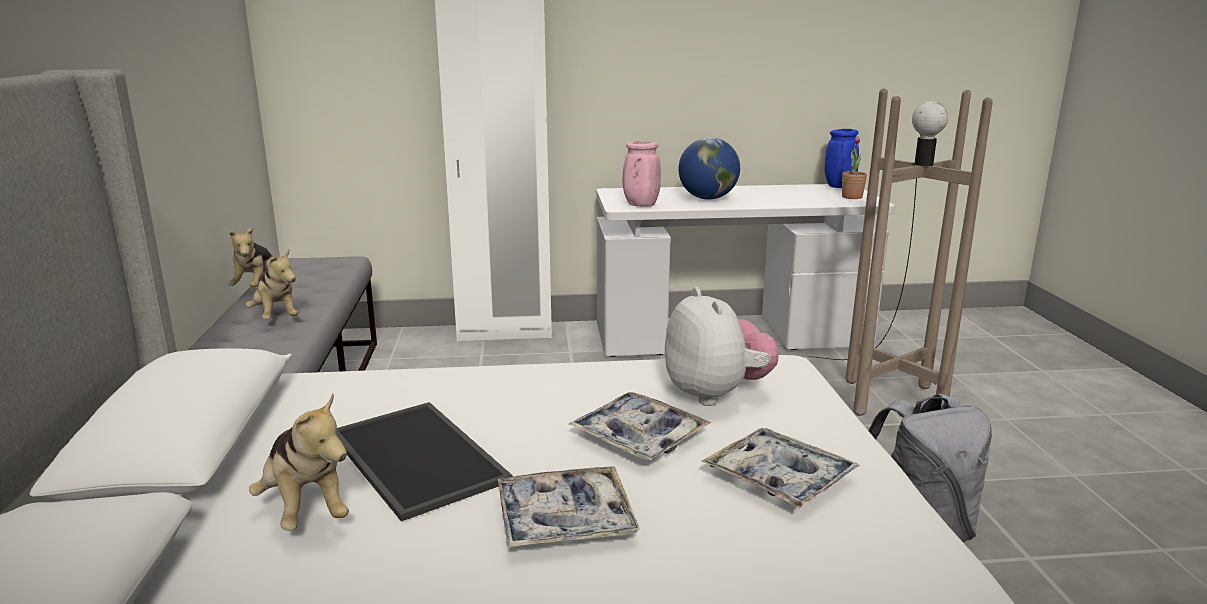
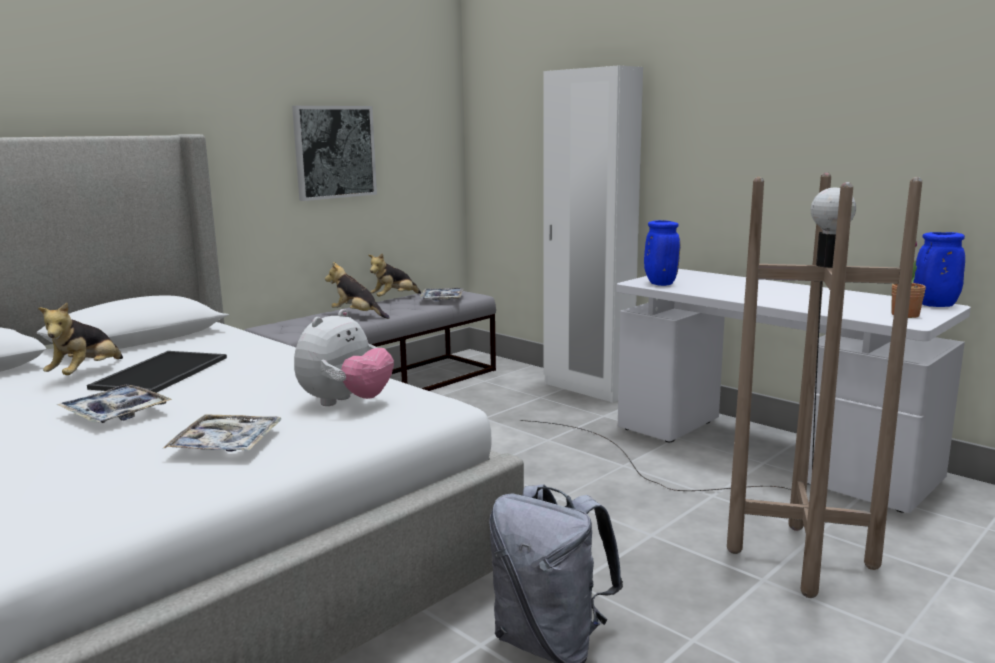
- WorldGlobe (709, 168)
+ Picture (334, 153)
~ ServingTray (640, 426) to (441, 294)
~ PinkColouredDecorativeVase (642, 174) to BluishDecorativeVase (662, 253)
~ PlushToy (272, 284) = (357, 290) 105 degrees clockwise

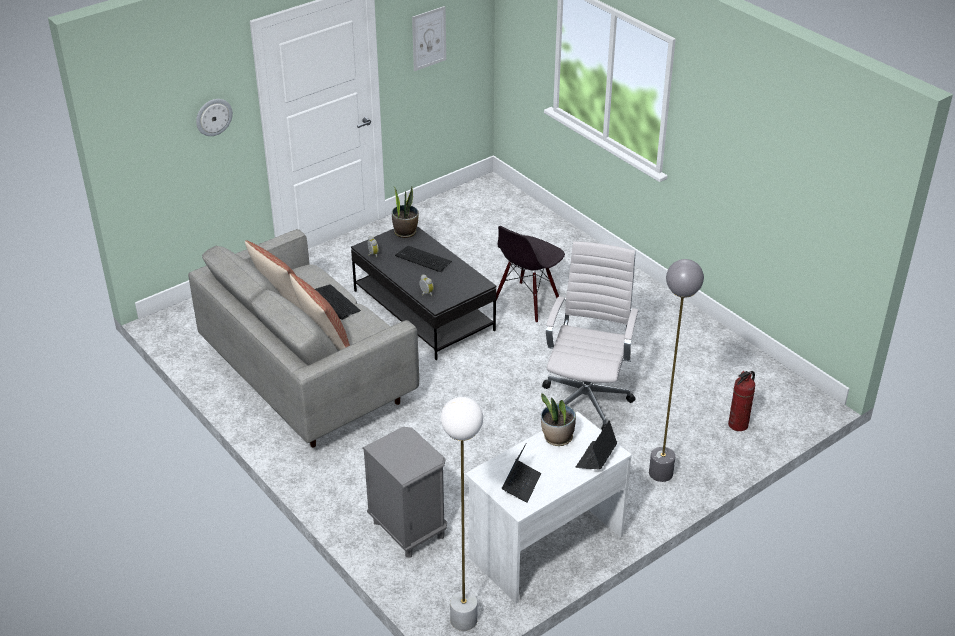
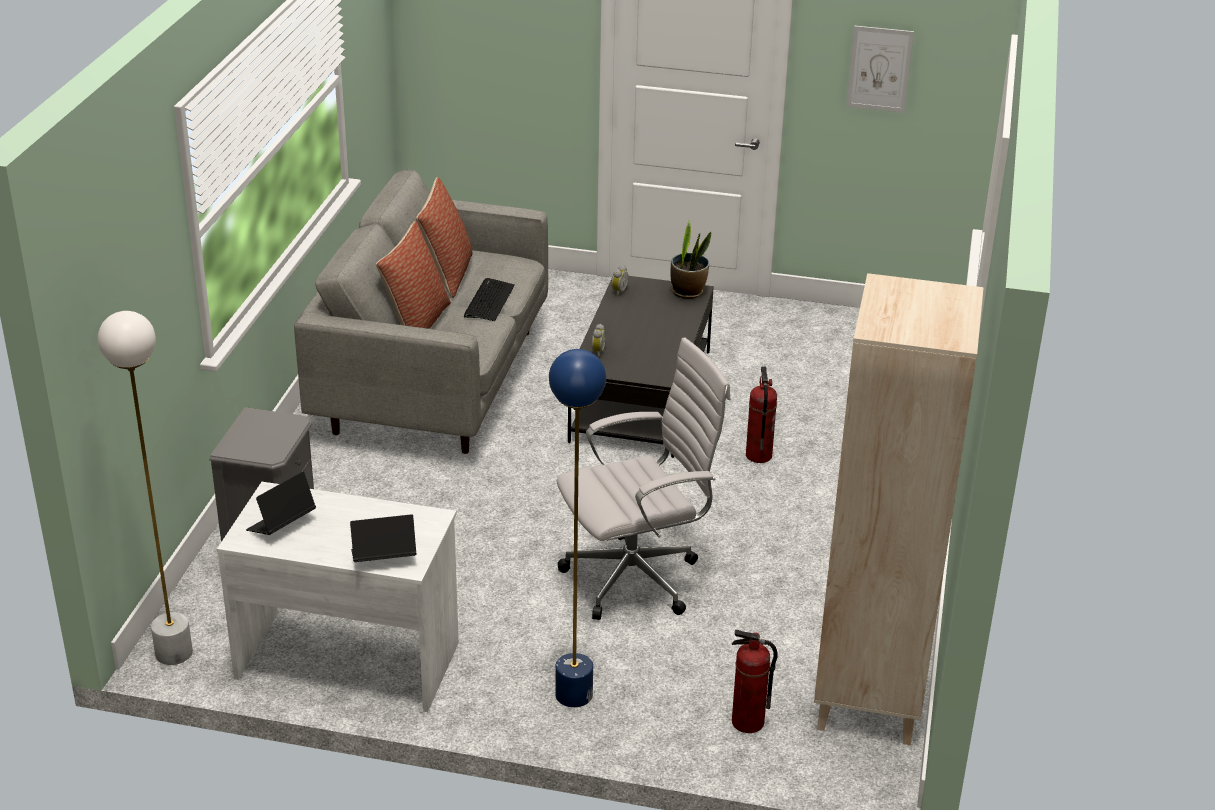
- HangingClock (214, 117)
- Keyboard (423, 259)
- Houseplant (558, 419)
+ SandColouredShelvingUnit (899, 509)
~ BlackishChair (530, 274) to FireFightingCylinder (761, 415)
~ GreyStandingLamp (676, 370) to BluishStandingLamp (577, 528)
~ PortableComputer (521, 473) = (281, 503) 150 degrees clockwise

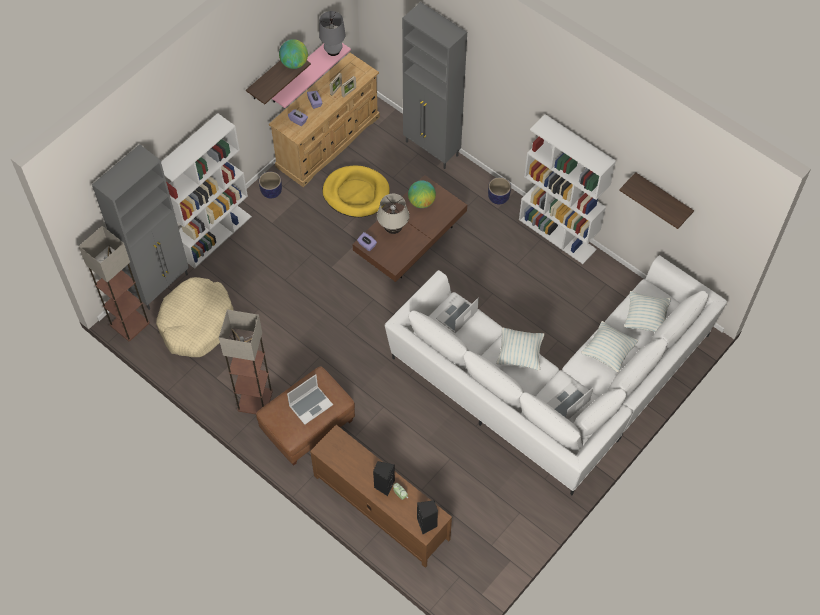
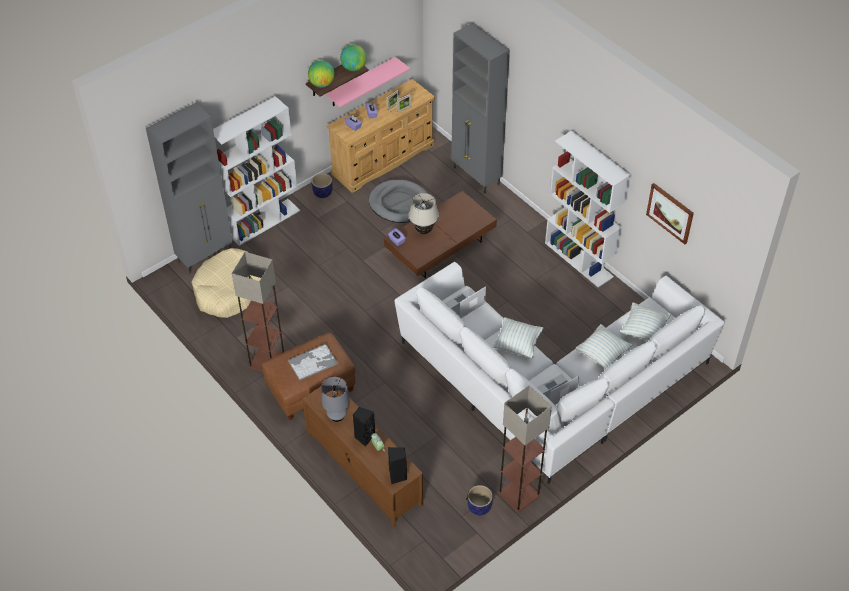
~ StandingLamp (114, 284) to (525, 449)
~ GreyTabletopLamp (332, 33) to (335, 399)
~ WorldGlobe (422, 194) to (321, 73)
~ PlantPot (499, 190) to (480, 500)
~ PortableComputer (310, 399) to ServingTray (313, 362)
~ BracketShelf (656, 200) to Picture (670, 213)
~ YellowishDogCushion (356, 191) to GreyDogCushion (398, 201)

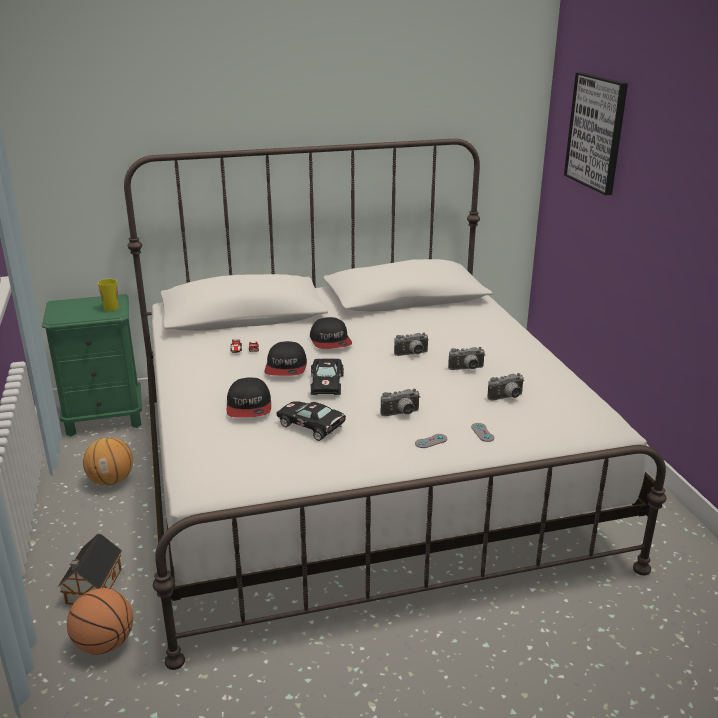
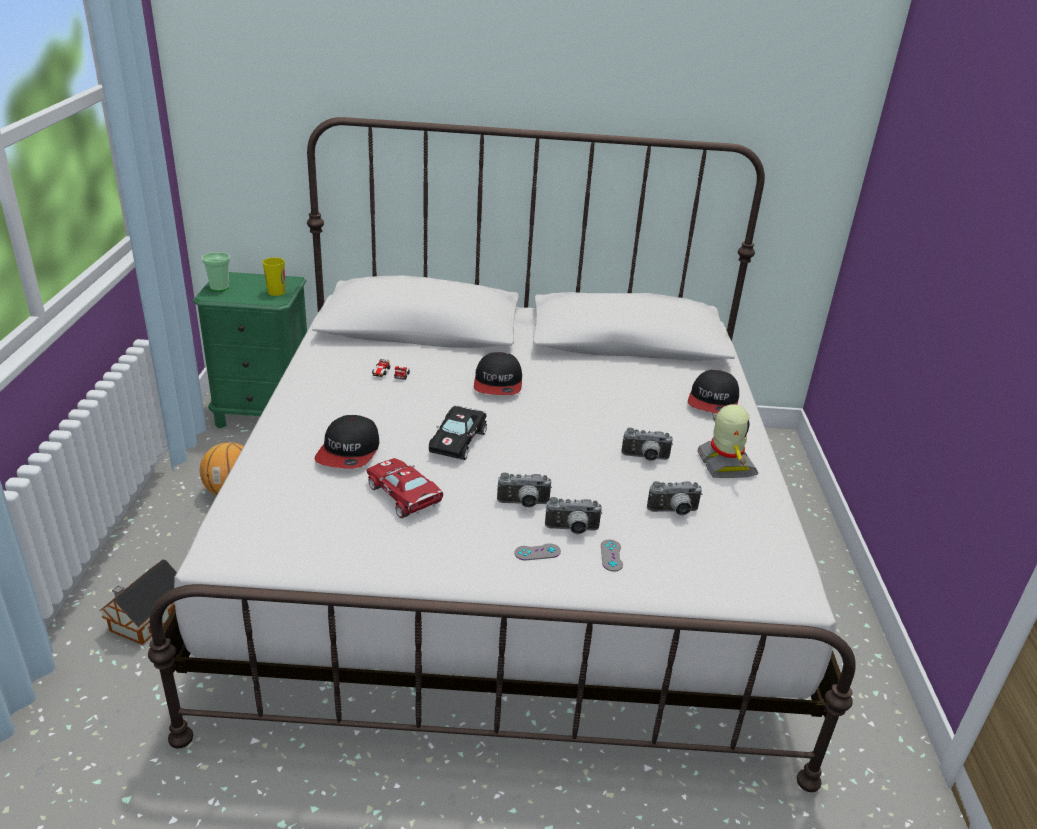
- Basketball (100, 621)
- Picture (596, 133)
+ Cup (216, 271)
+ RobotFigure (727, 441)
~ BaseballCap (285, 358) to (713, 391)
~ PhotoCamera (411, 344) to (573, 515)
~ BlackishToyCar (311, 421) to ReddishToyCar (405, 488)

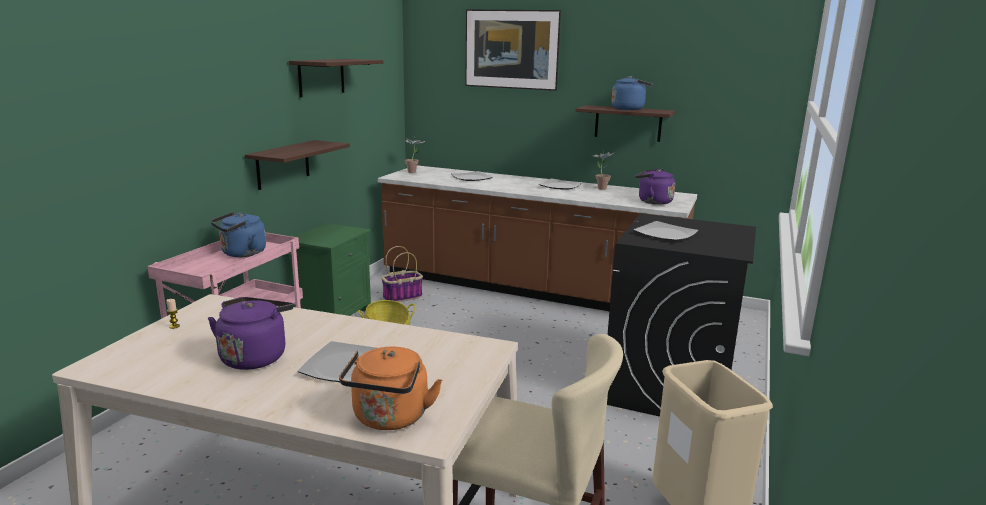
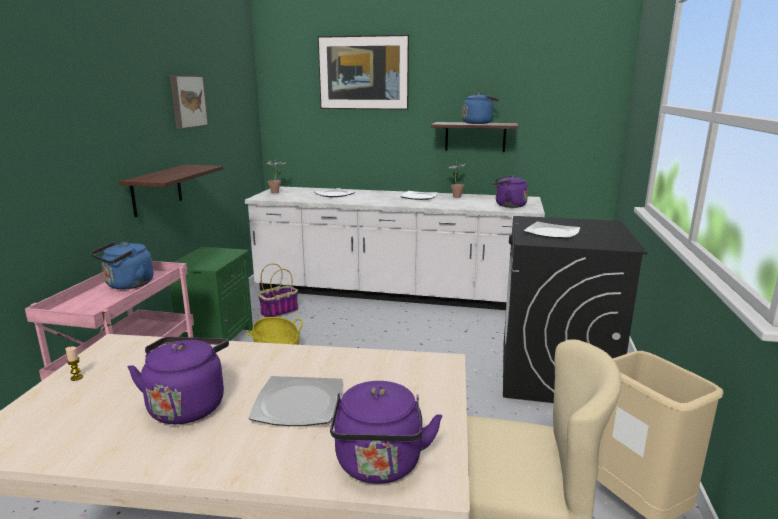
~ BracketShelf (336, 78) to Picture (189, 102)
~ OrangeColouredTeaKettle (390, 388) to PurplishTeaKettle (386, 432)
~ BrownColouredKitchenBaseUnit (537, 238) to WhitishKitchenBaseUnit (395, 248)

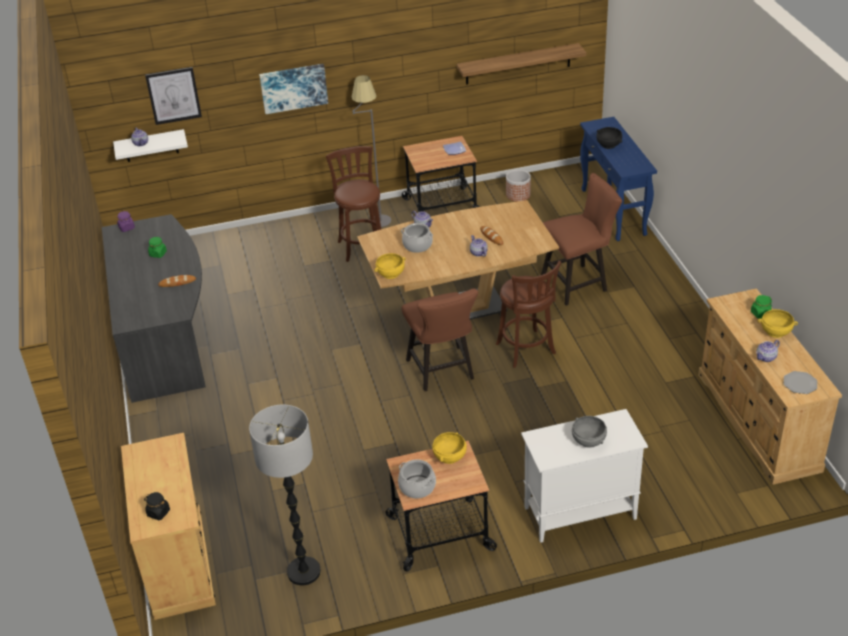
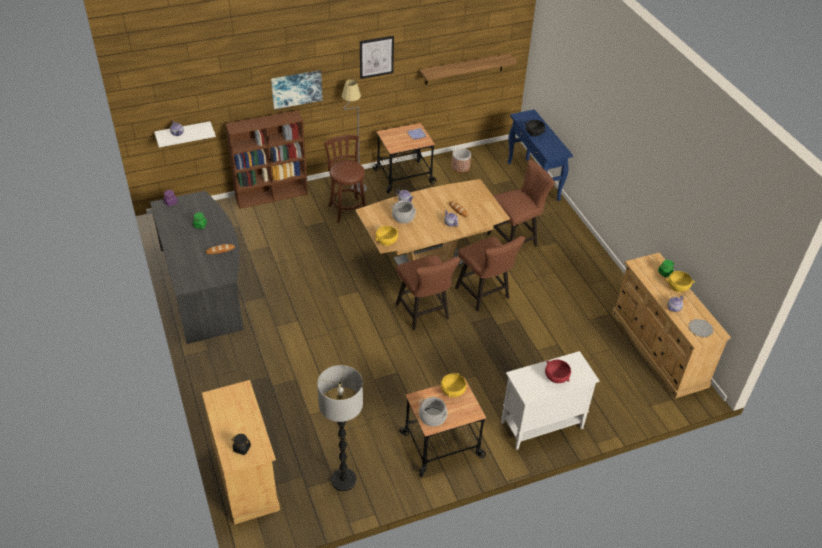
+ BrownColouredShelvingUnit (266, 159)
~ Picture (173, 96) to (377, 57)
~ BrownColouredStoolSeat (528, 314) to BrownColouredChair (490, 273)
~ GreyServingBowl (589, 432) to ReddishServingBowl (558, 371)

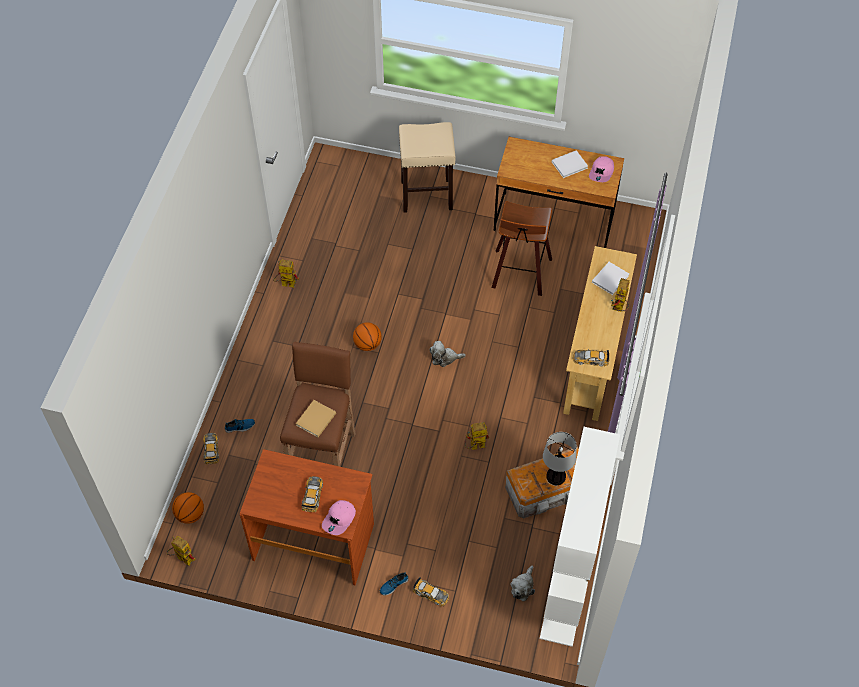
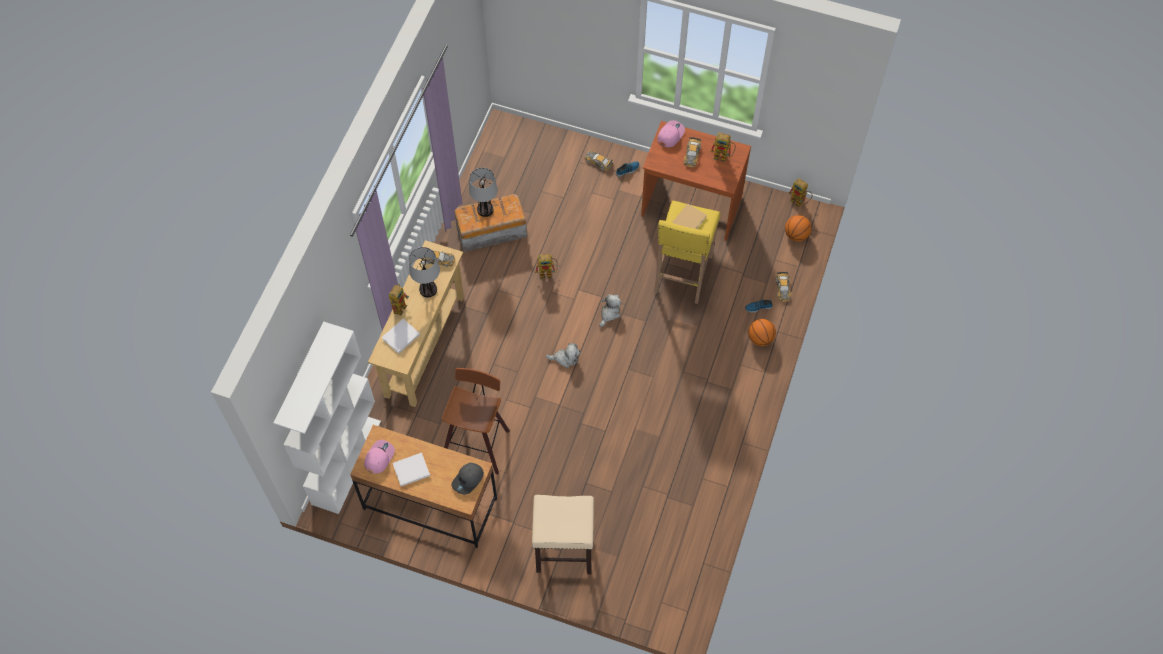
+ TabletopLamp (424, 272)
+ GreyBaseballCap (467, 479)
~ RobotFigure (286, 274) to (723, 147)
~ Basketball (367, 336) to (762, 332)
~ PlushToy (522, 584) to (610, 310)
~ WhitishShelvingUnit (580, 537) to (327, 418)
~ BrownColouredStoolSeat (317, 404) to YellowishStoolSeat (687, 252)

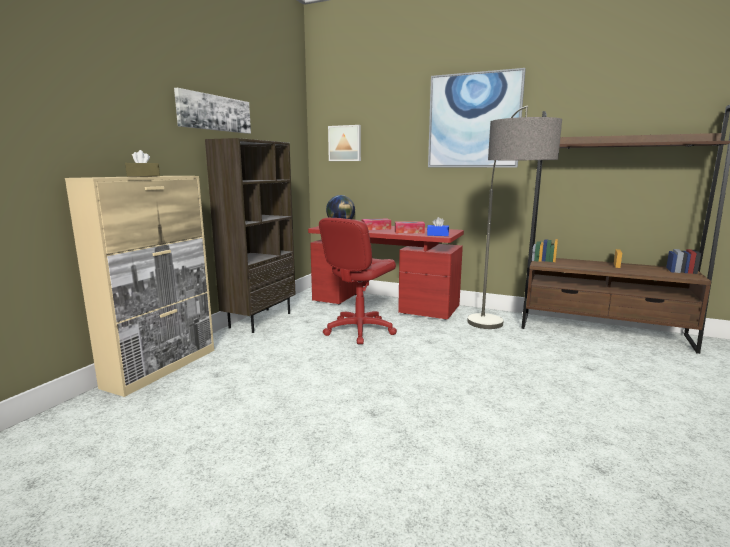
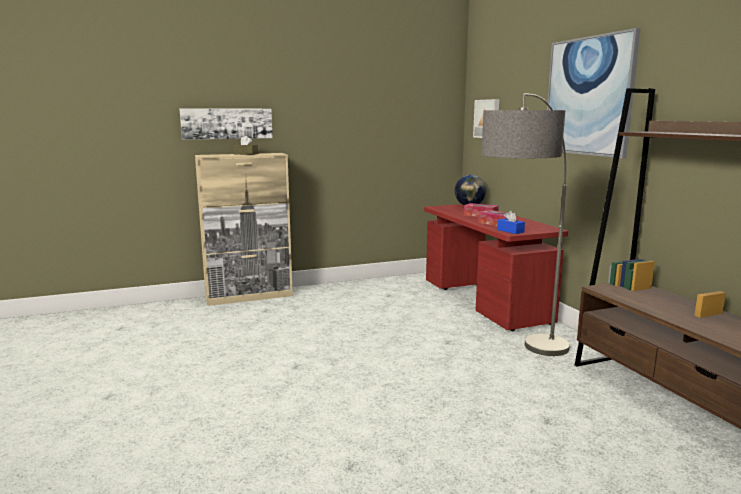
- BrownColouredShelvingUnit (250, 235)
- ReddishComputerChair (358, 281)
~ Picture (212, 111) to (226, 124)

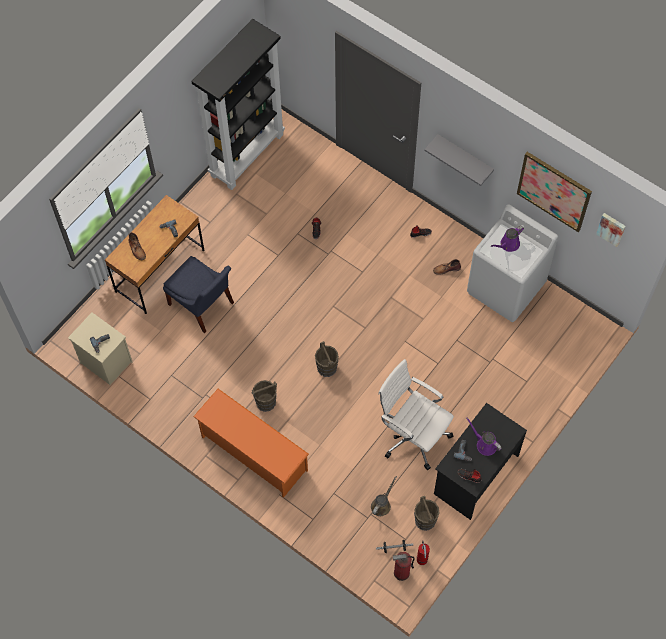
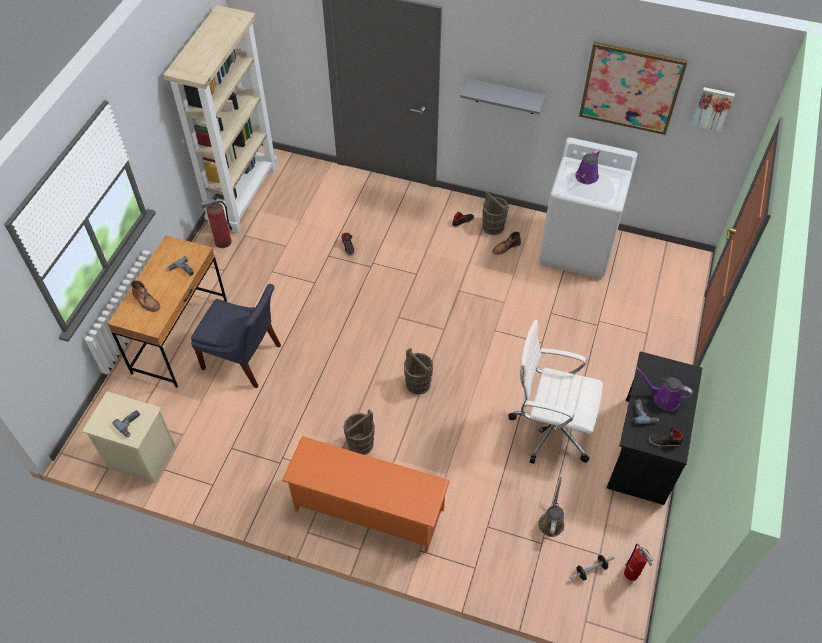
~ FireFightingCylinder (404, 566) to (216, 223)
~ BrownColouredBucket (426, 513) to (496, 212)
~ BlackishShelvingUnit (238, 104) to SandColouredShelvingUnit (220, 119)

